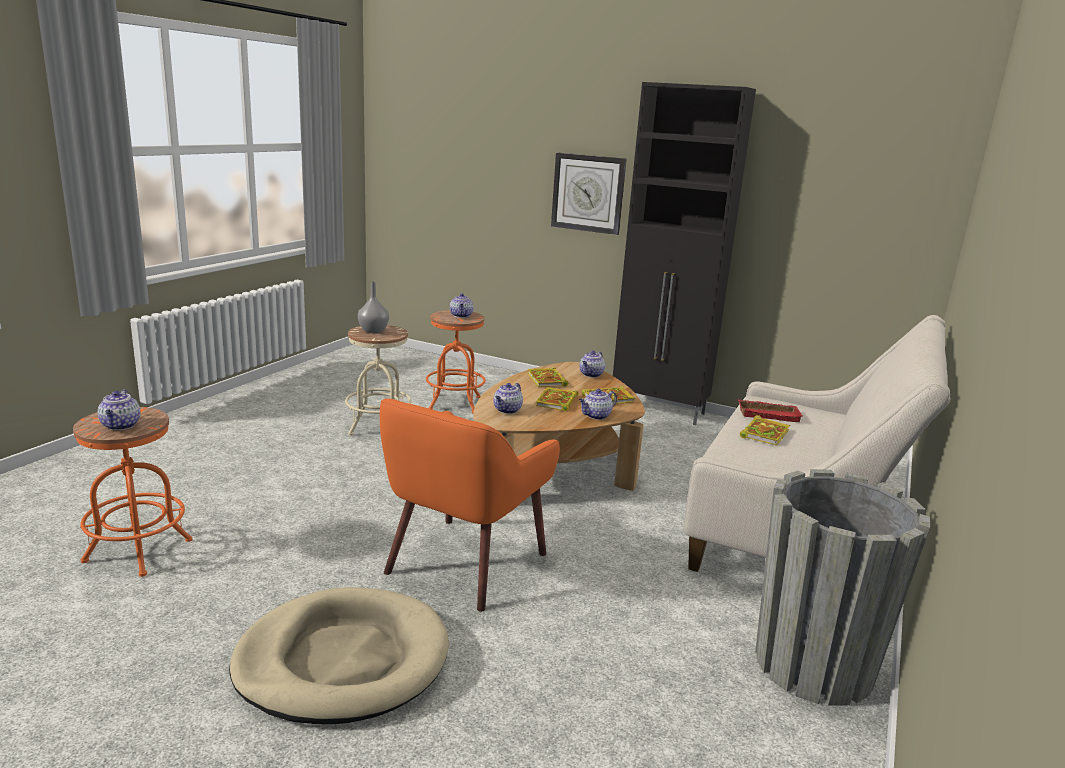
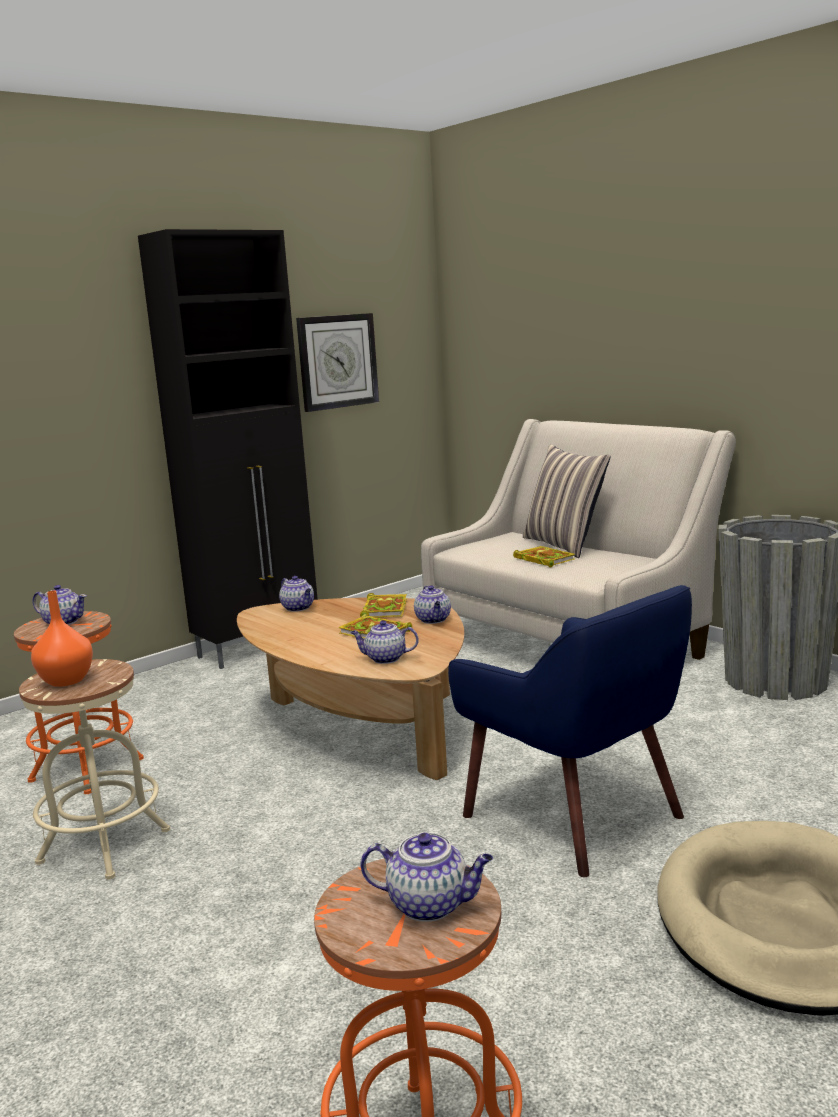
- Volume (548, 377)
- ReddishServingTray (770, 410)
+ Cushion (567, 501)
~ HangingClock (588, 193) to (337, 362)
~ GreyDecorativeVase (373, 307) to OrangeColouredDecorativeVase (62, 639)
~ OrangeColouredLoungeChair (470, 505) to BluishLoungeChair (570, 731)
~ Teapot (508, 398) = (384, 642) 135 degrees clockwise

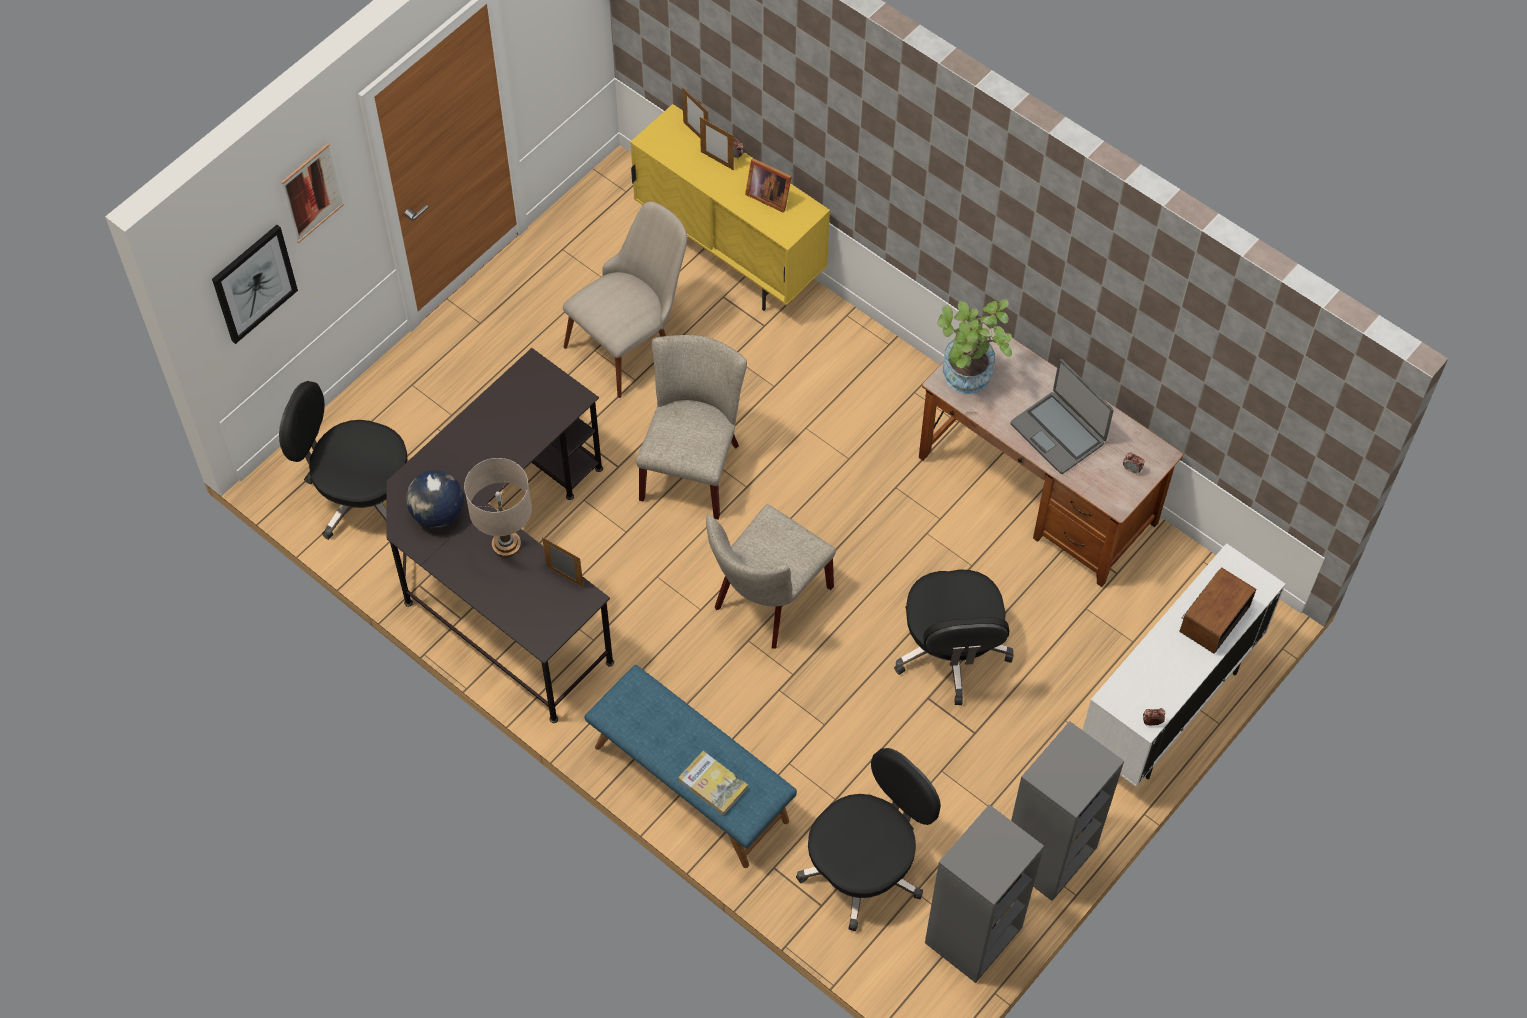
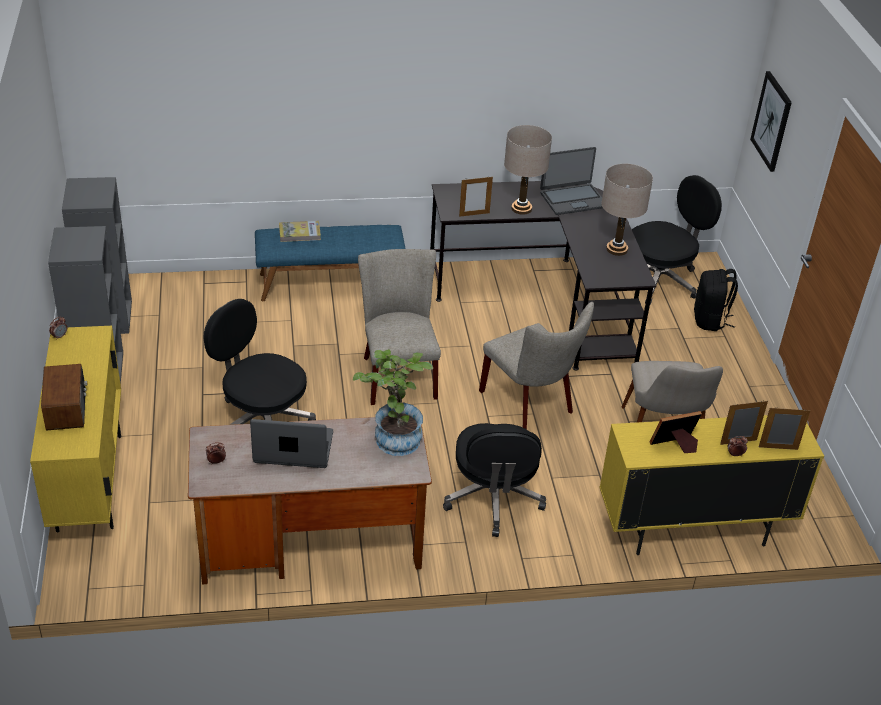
- Picture (312, 193)
+ SandColouredTabletopLamp (627, 210)
+ BlackishKnapsack (716, 300)
~ BlackishComputerChair (868, 840) to (494, 480)
~ WorldGlobe (435, 499) to PortableComputer (571, 181)
~ WhitishCabinet (1184, 665) to YellowishCabinet (75, 429)

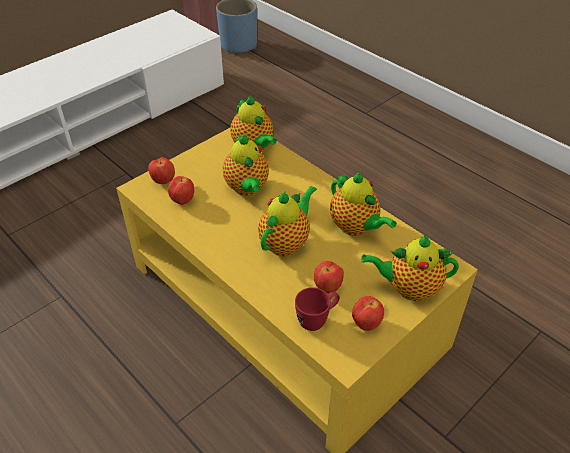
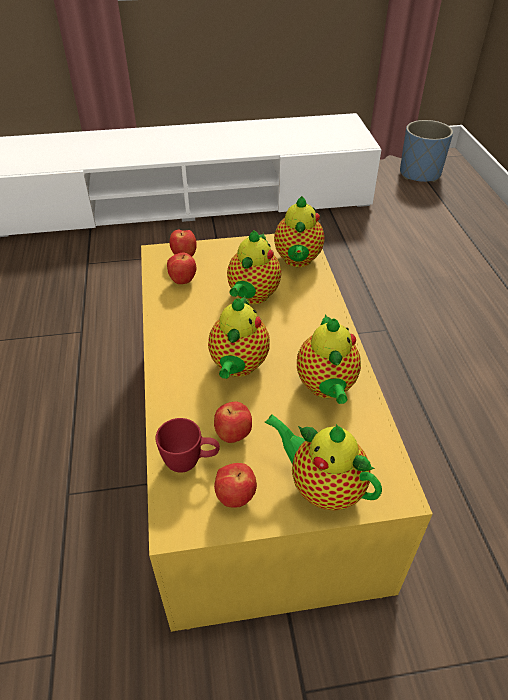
~ Teapot (287, 220) = (239, 337) 120 degrees clockwise

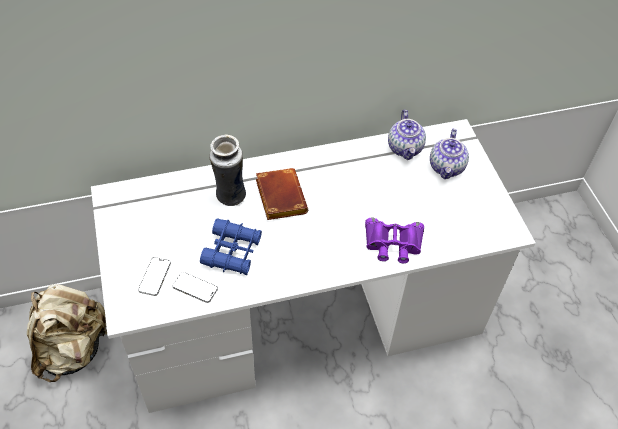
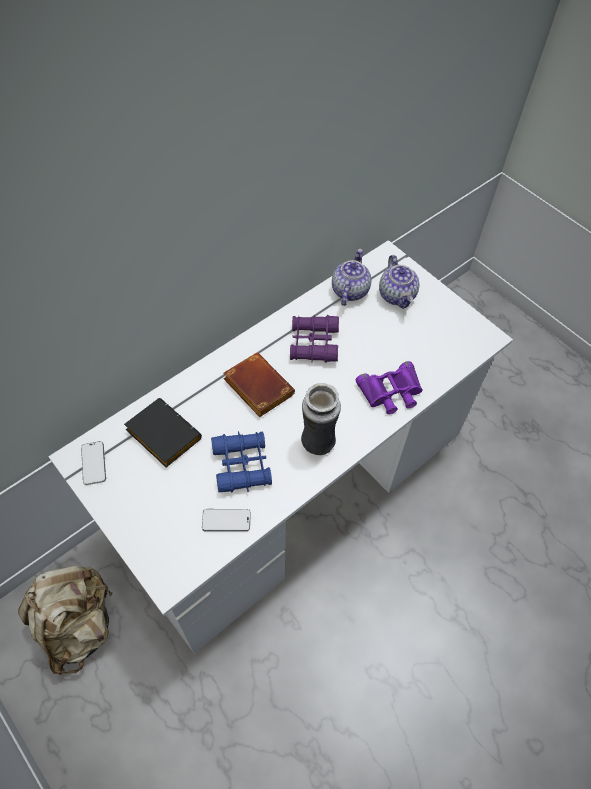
+ BlackishVolume (163, 433)
+ PurplishPairOfBinoculars (314, 339)
~ Handset (154, 276) to (93, 463)
~ DecorativeVase (227, 170) to (321, 419)
~ Teapot (407, 135) = (351, 277) 135 degrees counterclockwise

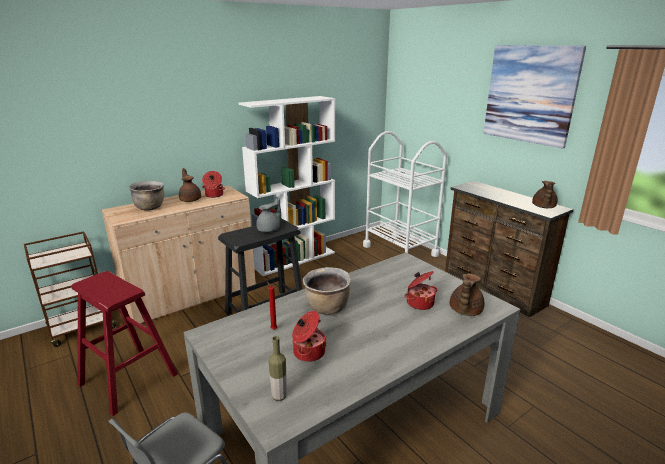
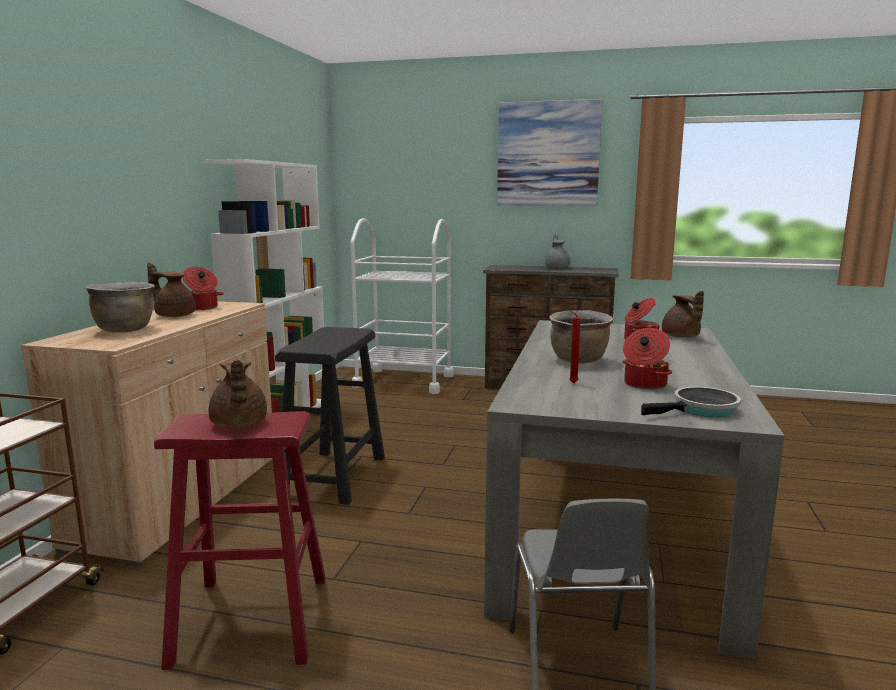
~ GreyTeapot (268, 214) to (557, 251)
~ BrownColouredTeapot (545, 194) to (237, 394)
~ Bottle (278, 368) to FryingPan (691, 402)

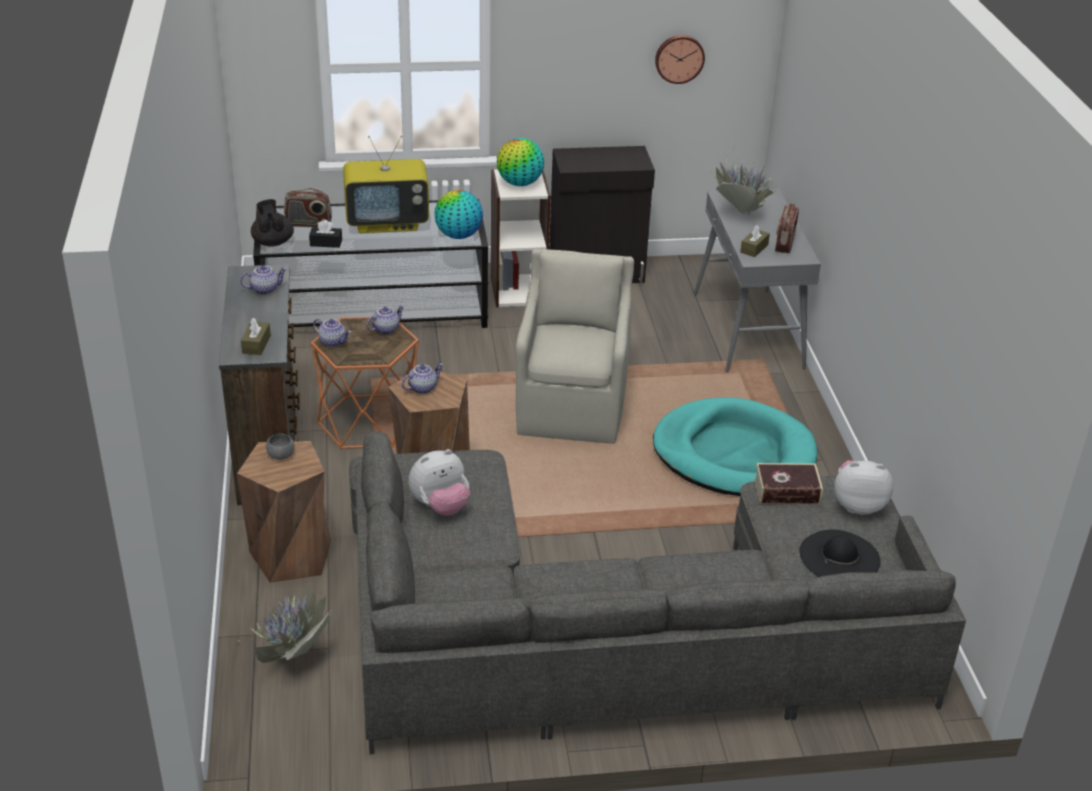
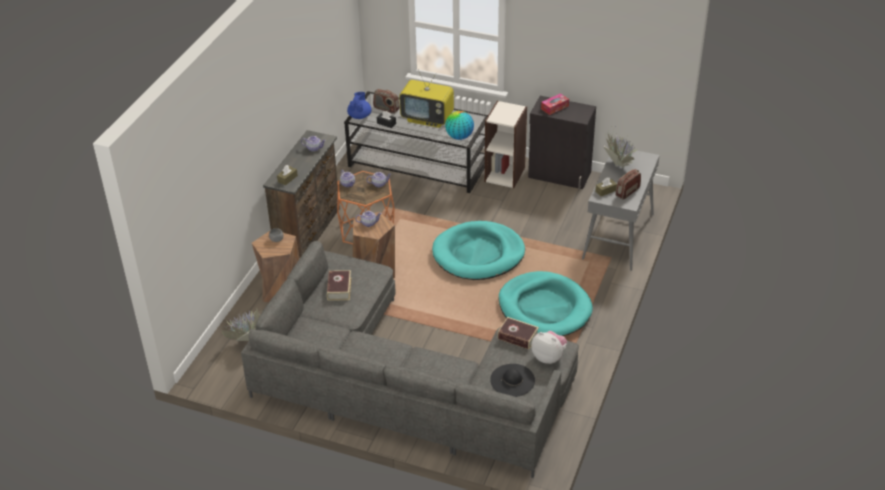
- WorldGlobe (520, 162)
- HangingClock (680, 59)
+ TissueBox (555, 104)
~ PlushToy (439, 482) to Volume (339, 285)
~ SandColouredLoungeChair (574, 346) to BlueGreenDogCushion (478, 250)
~ BlackishTeapot (272, 223) to BluishTeapot (359, 105)

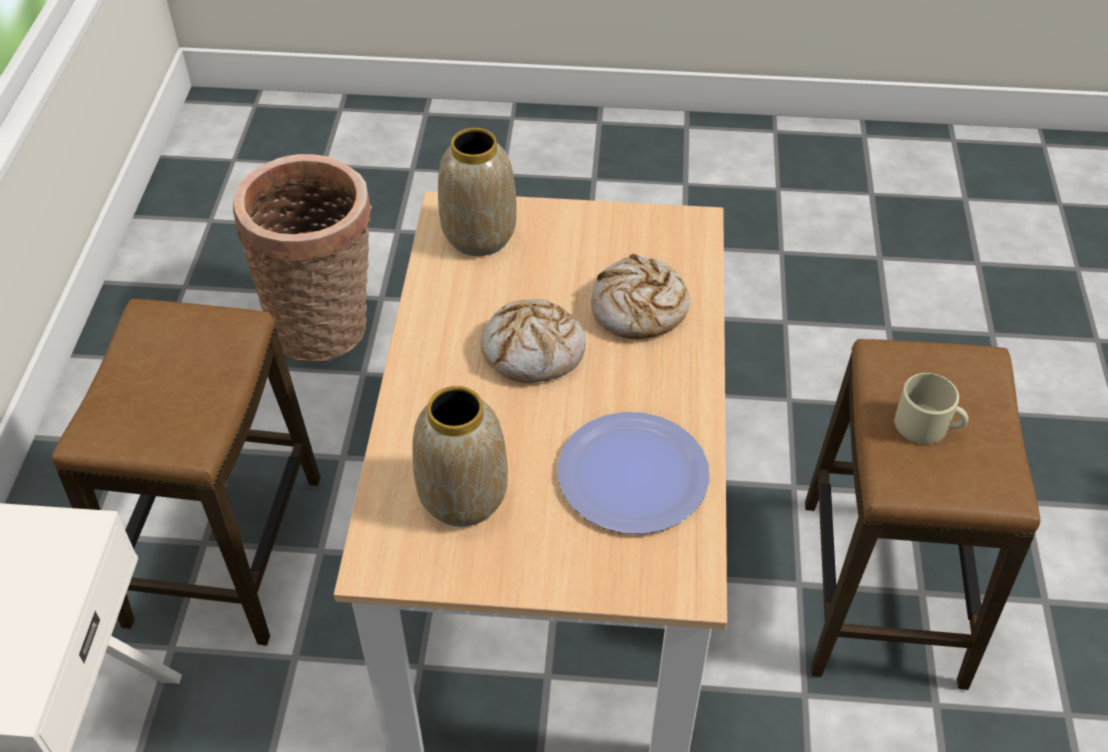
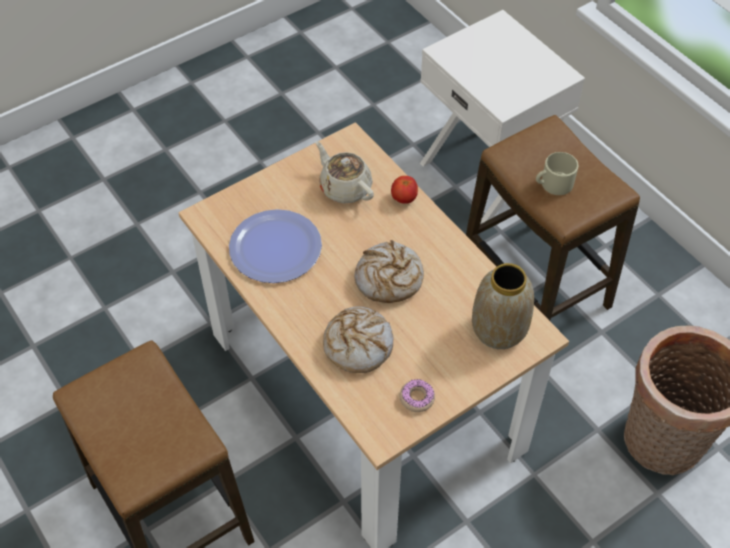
+ Tomato (404, 190)
+ Donut (417, 395)
~ SandColouredMug (931, 408) to (557, 173)
~ DecorativeVase (460, 456) to SandColouredTeapot (344, 172)

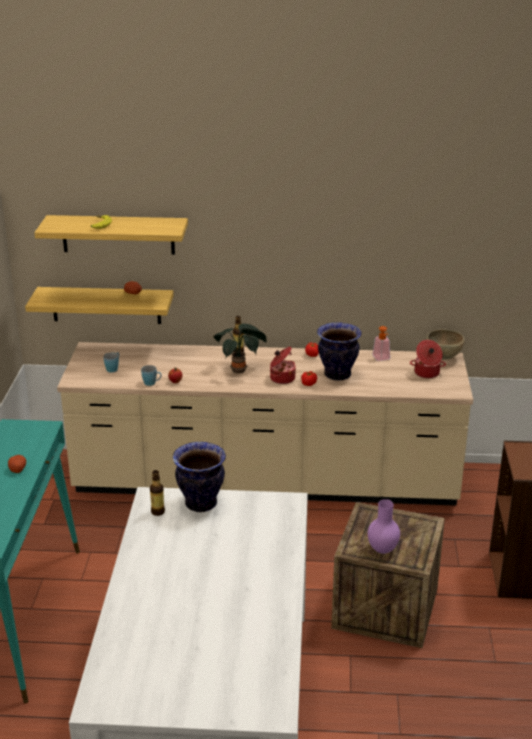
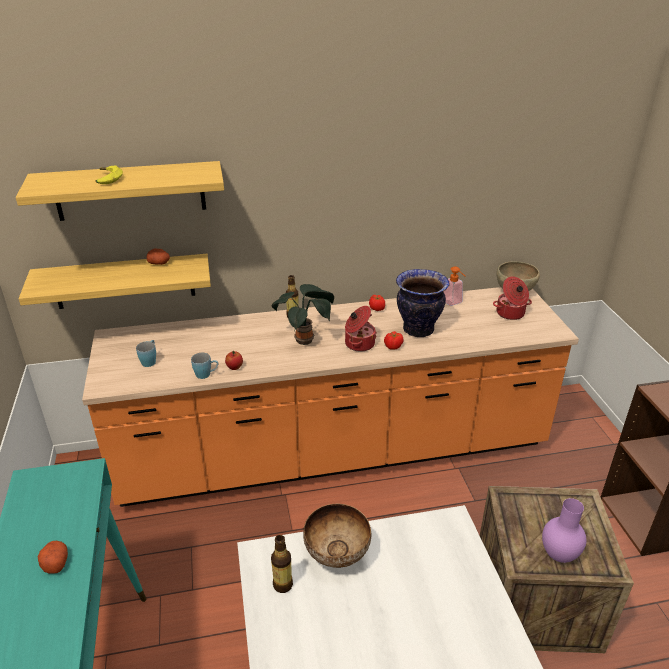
~ DecorativeVase (199, 477) to ServingBowl (337, 536)
~ SandColouredKitchenBaseUnit (265, 424) to OrangeColouredKitchenBaseUnit (330, 397)

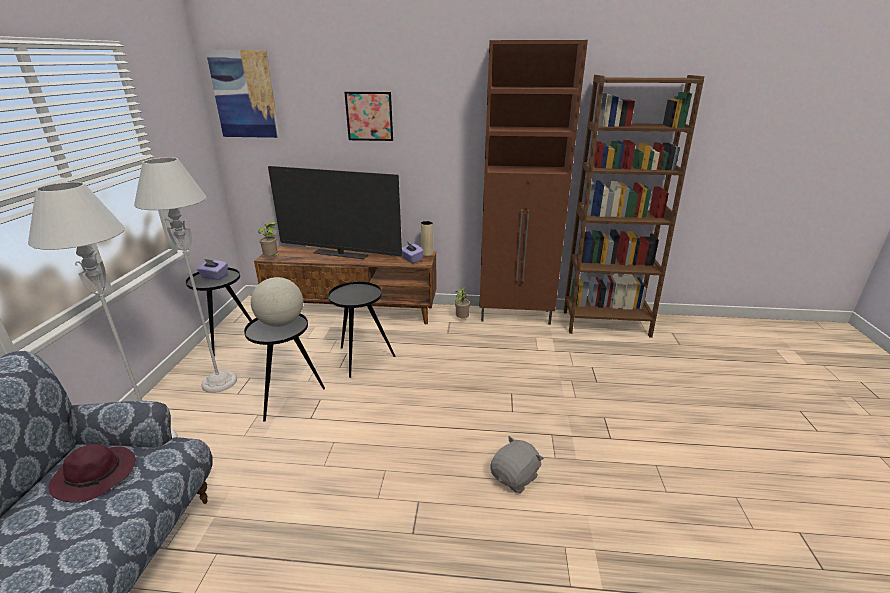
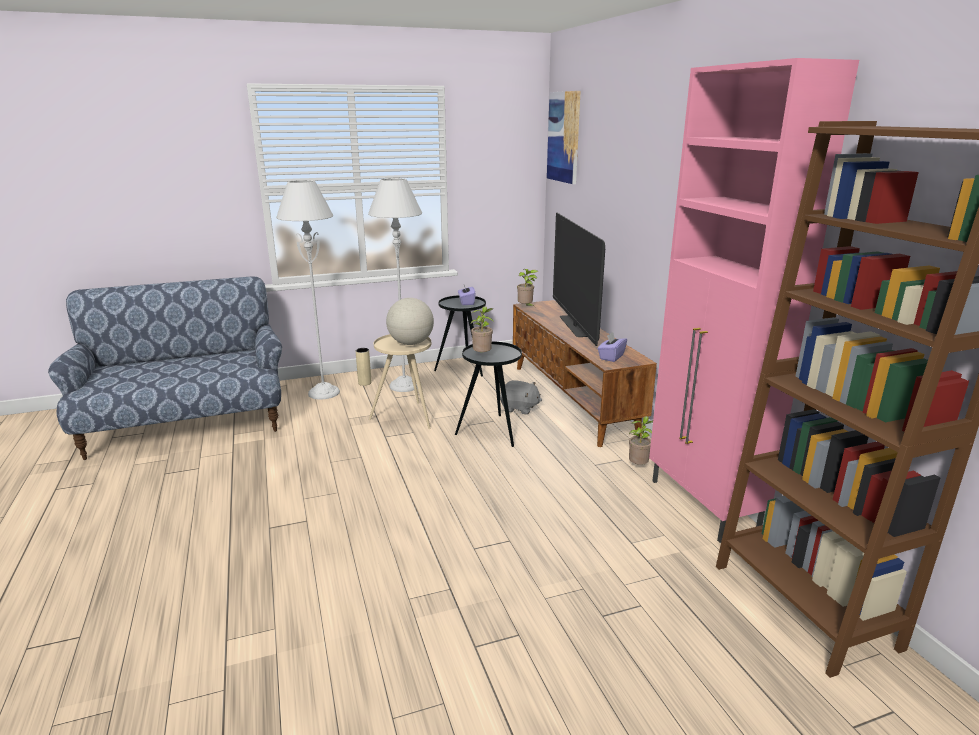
- PurplishHat (92, 473)
- Picture (368, 116)
+ Houseplant (482, 329)
~ SandColouredDecorativeVase (427, 238) to (363, 367)
~ GreyPlushToy (517, 464) to (521, 397)
~ BlackishSideTable (284, 367) to SandColouredSideTable (400, 381)
~ BrownColouredCabinet (533, 182) to PinkColouredCabinet (754, 300)

